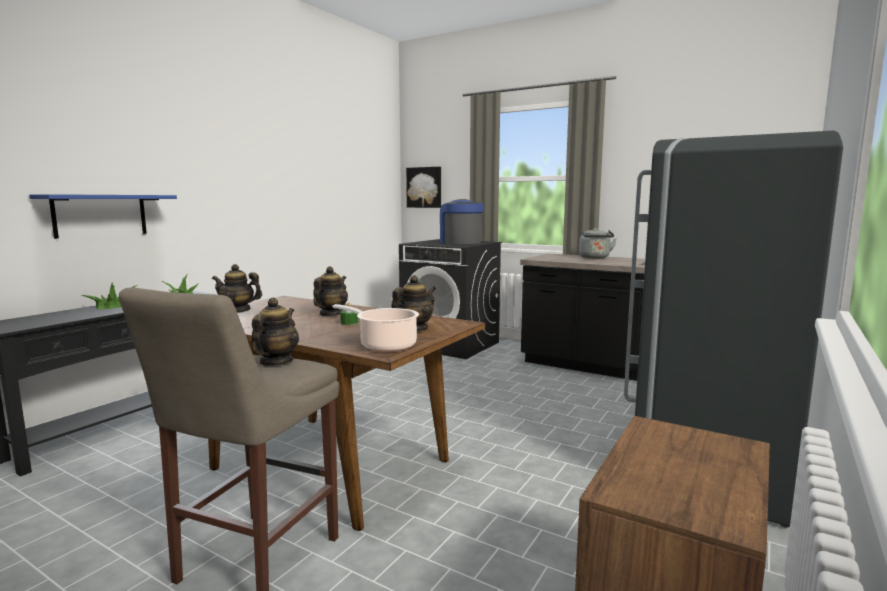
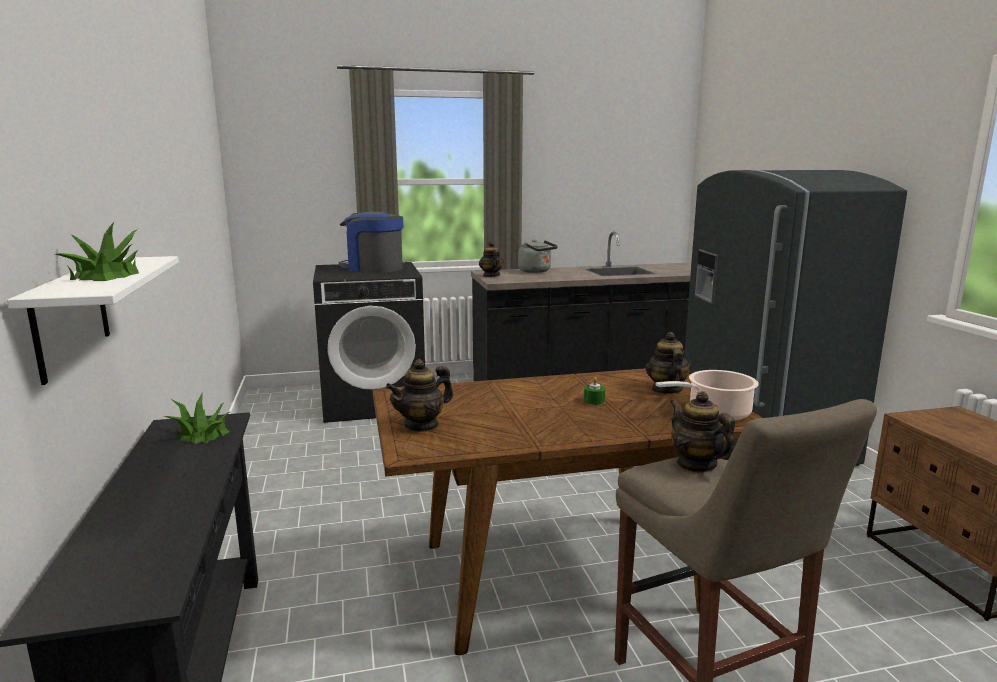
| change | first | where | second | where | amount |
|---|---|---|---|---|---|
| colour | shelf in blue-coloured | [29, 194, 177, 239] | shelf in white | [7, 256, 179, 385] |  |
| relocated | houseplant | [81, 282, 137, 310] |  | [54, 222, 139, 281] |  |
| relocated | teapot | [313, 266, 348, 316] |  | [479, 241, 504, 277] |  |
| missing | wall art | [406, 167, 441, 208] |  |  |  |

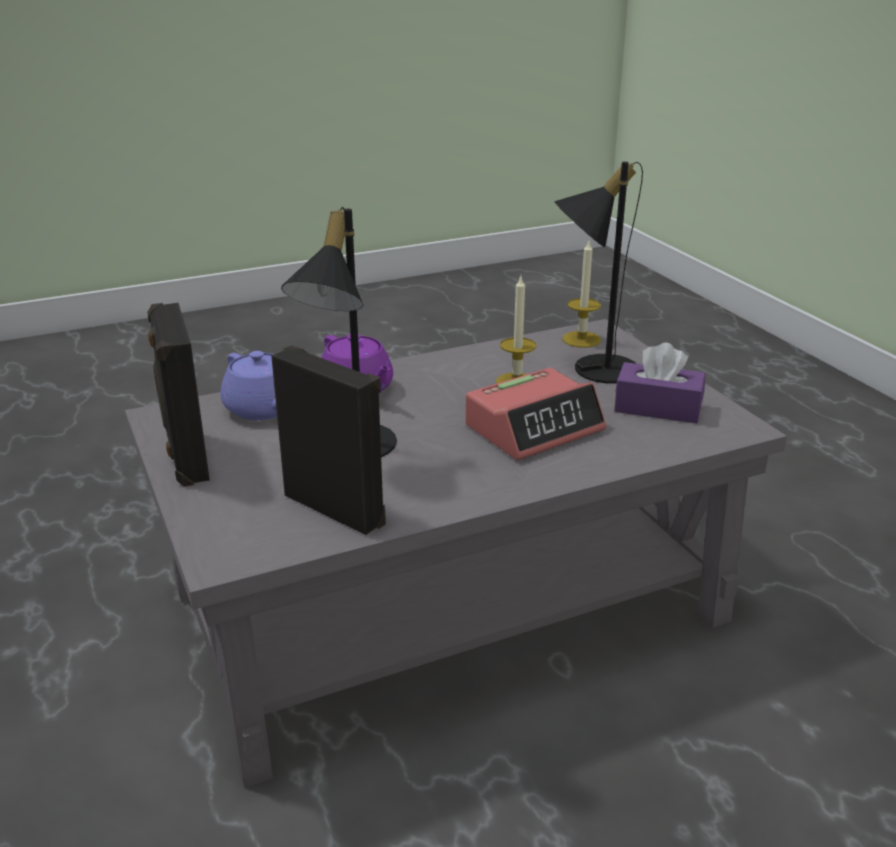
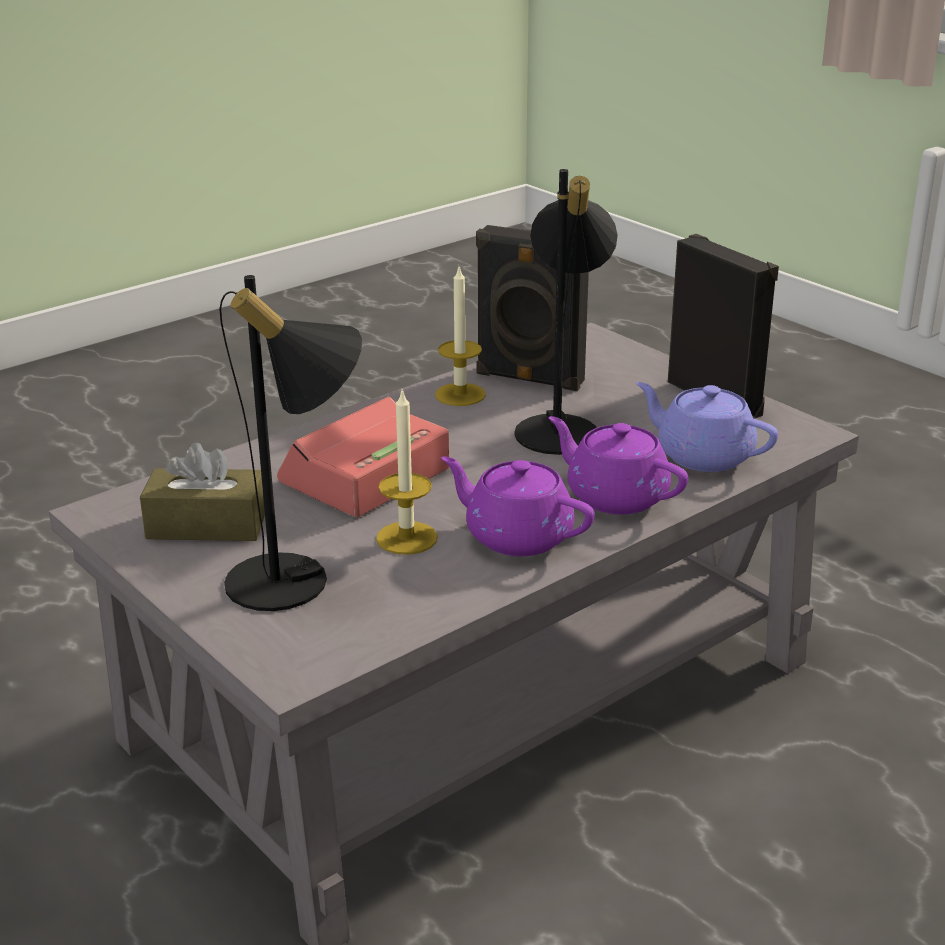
| change | first | where | second | where | amount |
|---|---|---|---|---|---|
| colour | tissue box in purplish | [614, 343, 706, 423] | tissue box in brown | [140, 443, 265, 541] |  |
| relocated | wax candle | [563, 241, 601, 348] |  | [435, 267, 486, 406] |  |
| appeared |  |  | teapot in purplish | [441, 456, 595, 556] |  |

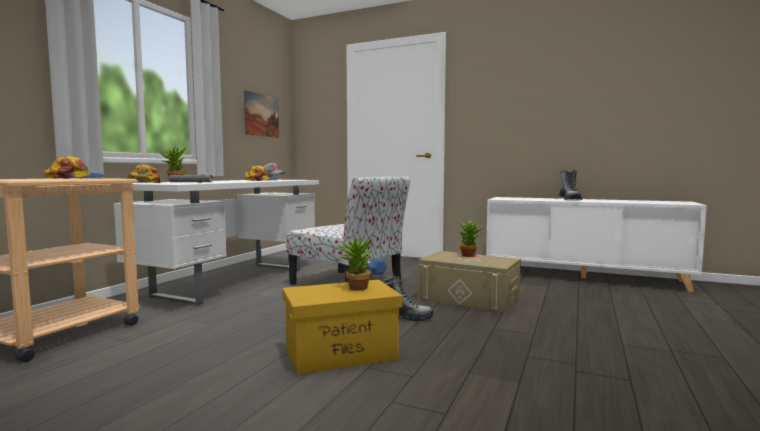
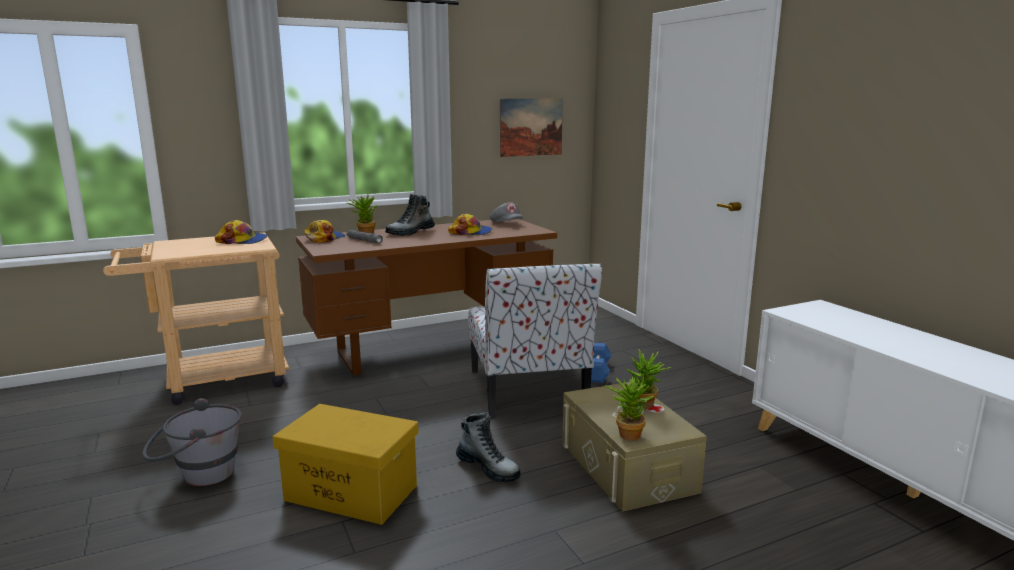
| change | first | where | second | where | amount |
|---|---|---|---|---|---|
| appeared |  |  | bucket in greyish | [142, 398, 242, 486] |  |
| colour | desk in white | [114, 180, 319, 306] | desk in brown | [296, 219, 557, 376] |  |
| relocated | tall boot | [559, 170, 582, 200] |  | [385, 194, 435, 236] |  |
| relocated | houseplant | [335, 234, 373, 291] |  | [605, 374, 654, 440] |  |

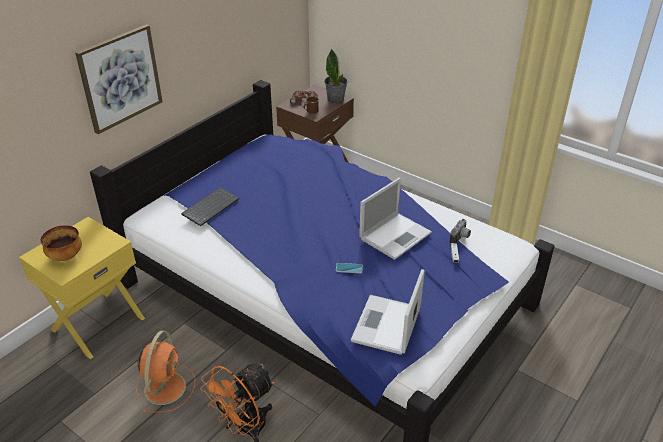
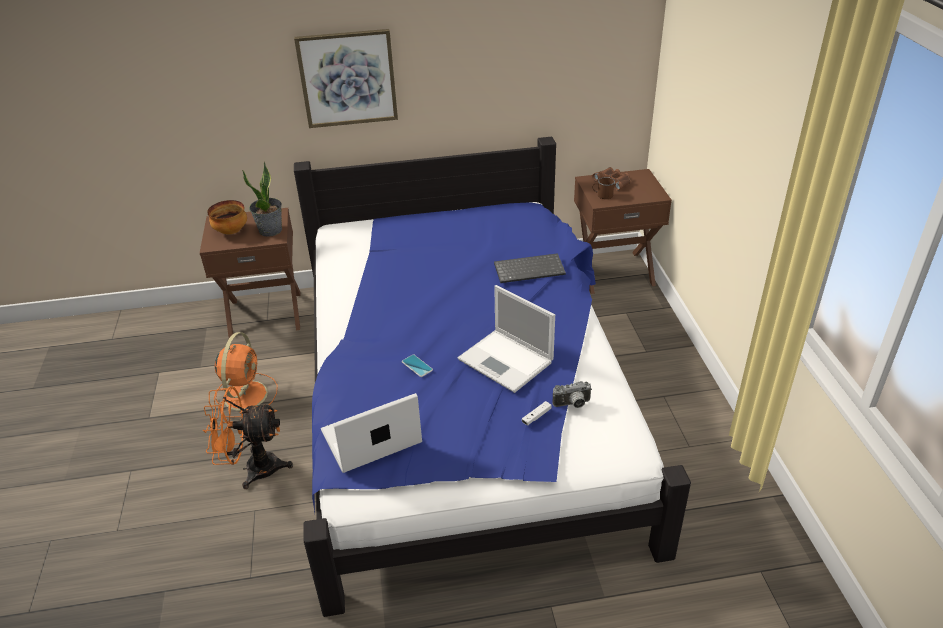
| change | first | where | second | where | amount |
|---|---|---|---|---|---|
| colour | night table in yellowish | [19, 217, 145, 359] | night table in brown | [200, 208, 301, 338] |  |
| spun | electric fan in orange | [136, 331, 195, 413] |  | [215, 332, 278, 417] | 45 degrees counterclockwise |
| relocated | houseplant | [324, 49, 348, 104] |  | [242, 162, 282, 237] |  |
| spun | portable computer | [359, 178, 432, 260] |  | [458, 285, 555, 393] | 45 degrees clockwise |
| relocated | keyboard | [181, 187, 239, 226] |  | [494, 253, 566, 283] |  |

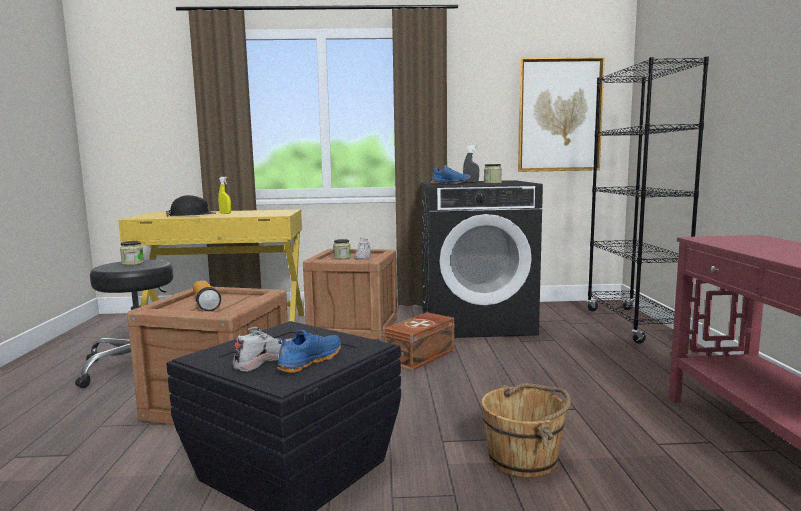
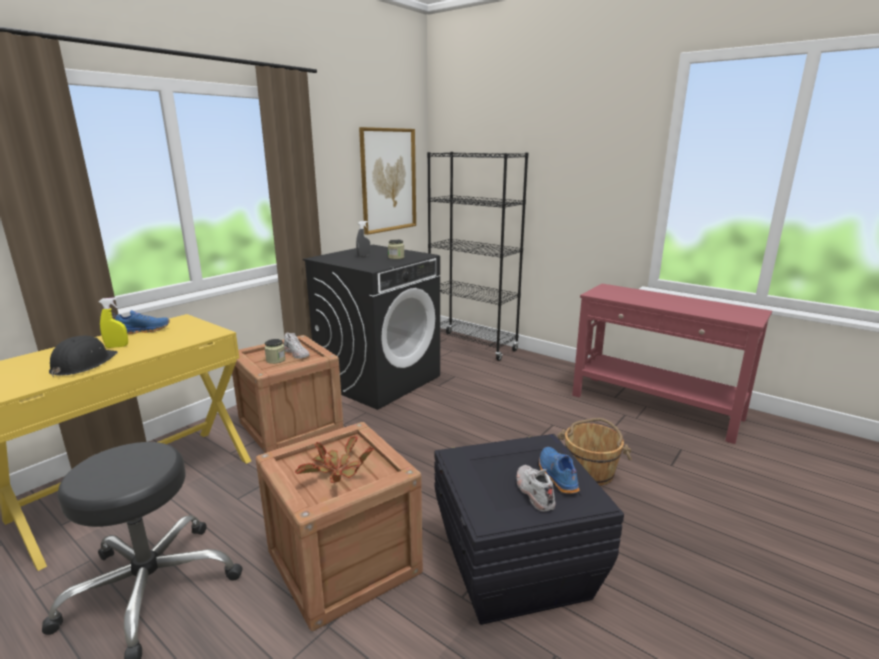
| change | first | where | second | where | amount |
|---|---|---|---|---|---|
| relocated | shoe in blue-coloured | [431, 165, 470, 184] |  | [112, 310, 170, 334] |  |
| exchanged | flashlight | [193, 281, 221, 311] | houseplant | [295, 435, 374, 483] |  |
| missing | preserve jar | [120, 241, 144, 265] |  |  |  |
| missing | storage bin in brown | [383, 312, 454, 371] |  |  |  |

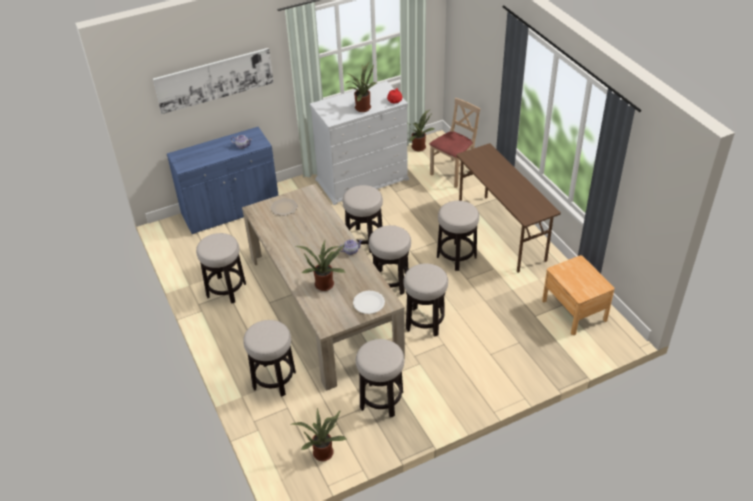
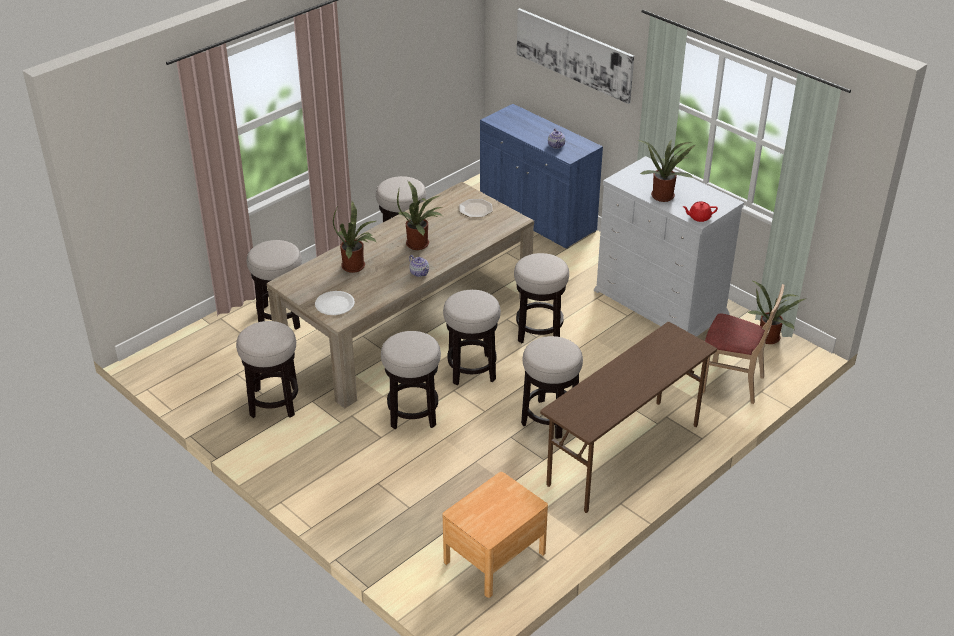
| change | first | where | second | where | amount |
|---|---|---|---|---|---|
| relocated | houseplant | [291, 407, 348, 461] |  | [397, 181, 442, 250] |  |

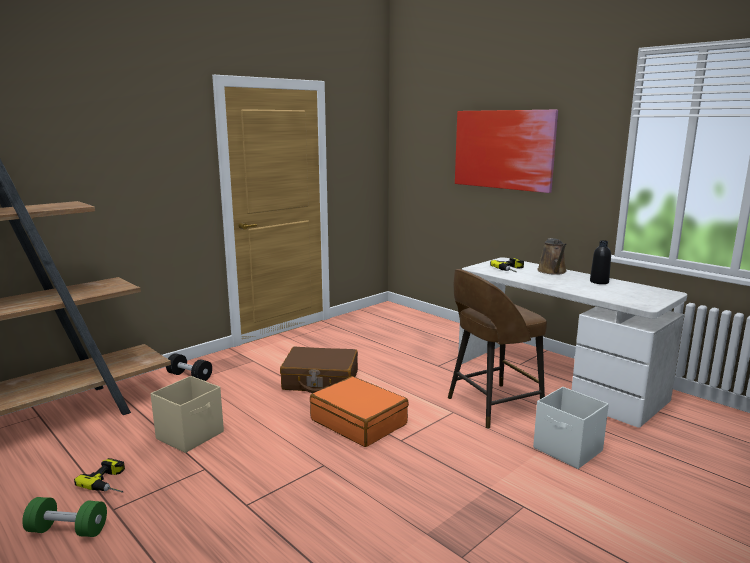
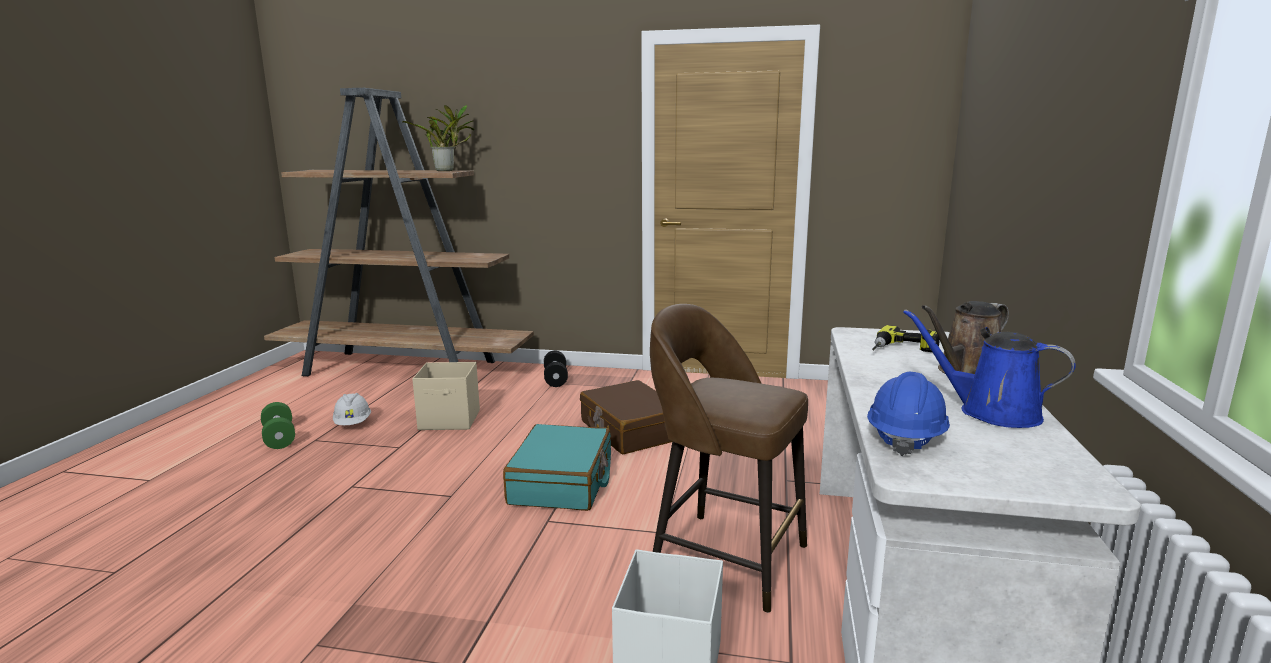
| change | first | where | second | where | amount |
|---|---|---|---|---|---|
| exchanged | drill | [74, 458, 125, 493] | work helmet in white | [333, 393, 371, 425] |  |
| appeared |  |  | houseplant | [402, 105, 474, 171] |  |
| colour | piece of luggage in orange | [310, 376, 409, 447] | piece of luggage in turquoise-coloured | [503, 424, 611, 511] |  |
| appeared |  |  | work helmet in blue-coloured | [867, 372, 950, 456] |  |
| exchanged | beverage bottle in blackish | [590, 240, 611, 284] | watering can in blue-coloured | [903, 309, 1076, 428] |  |
| missing | wall art | [455, 110, 558, 193] |  |  |  |

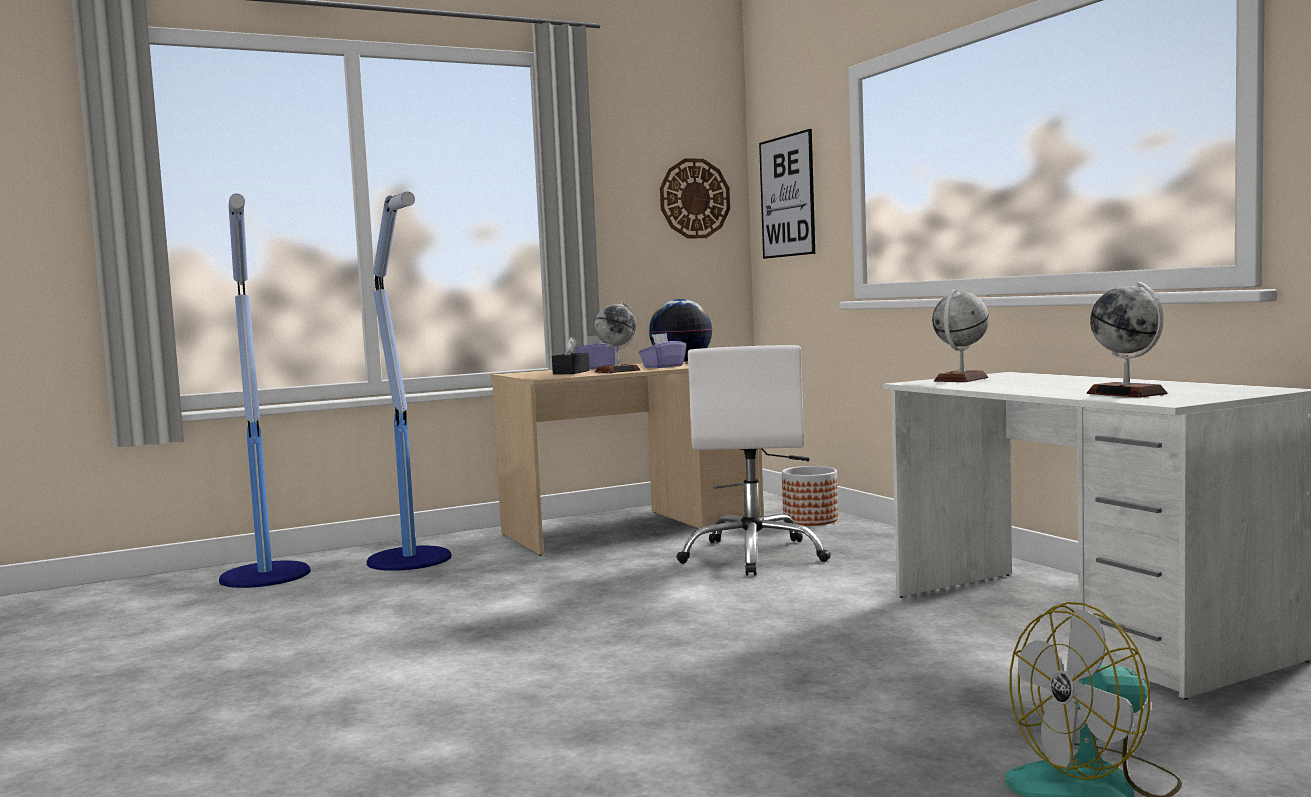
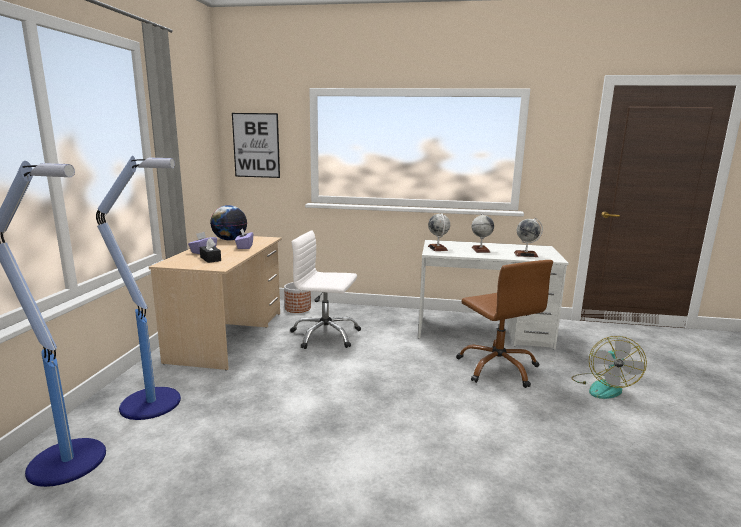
| change | first | where | second | where | amount |
|---|---|---|---|---|---|
| spun | desk chair in white | [676, 345, 831, 576] |  | [290, 231, 361, 349] | 150 degrees clockwise |
| appeared |  |  | desk chair in brown | [456, 260, 553, 388] |  |
| relocated | world globe | [595, 302, 641, 373] |  | [471, 213, 494, 253] |  |
| missing | hanging clock | [660, 158, 730, 239] |  |  |  |

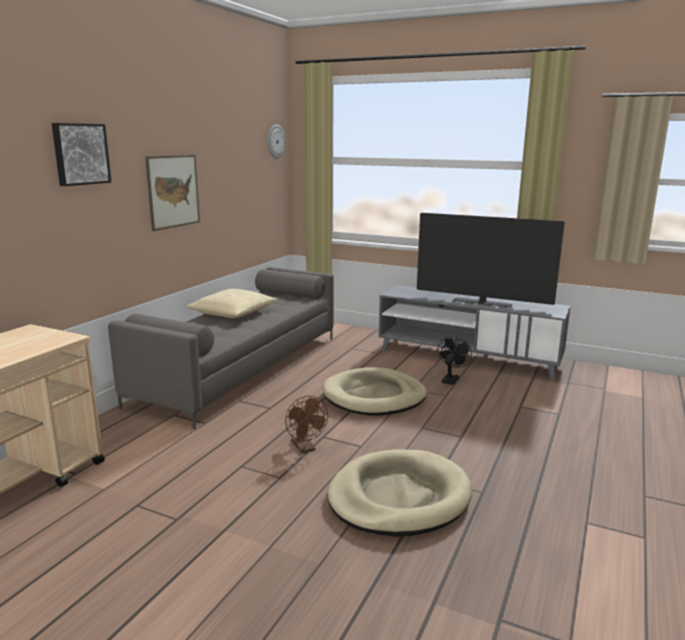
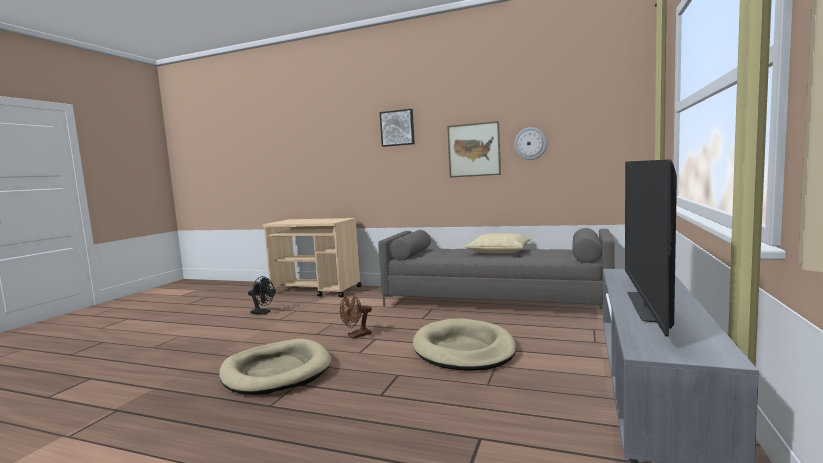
| change | first | where | second | where | amount |
|---|---|---|---|---|---|
| relocated | electric fan in blackish | [438, 336, 472, 385] |  | [248, 276, 275, 315] |  |
| relocated | hanging clock | [267, 125, 285, 159] |  | [514, 127, 547, 160] |  |

